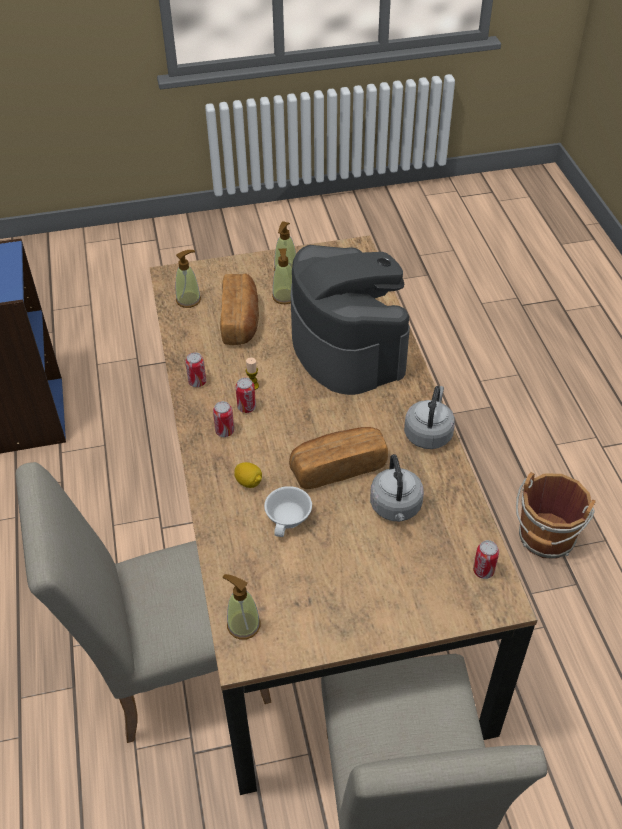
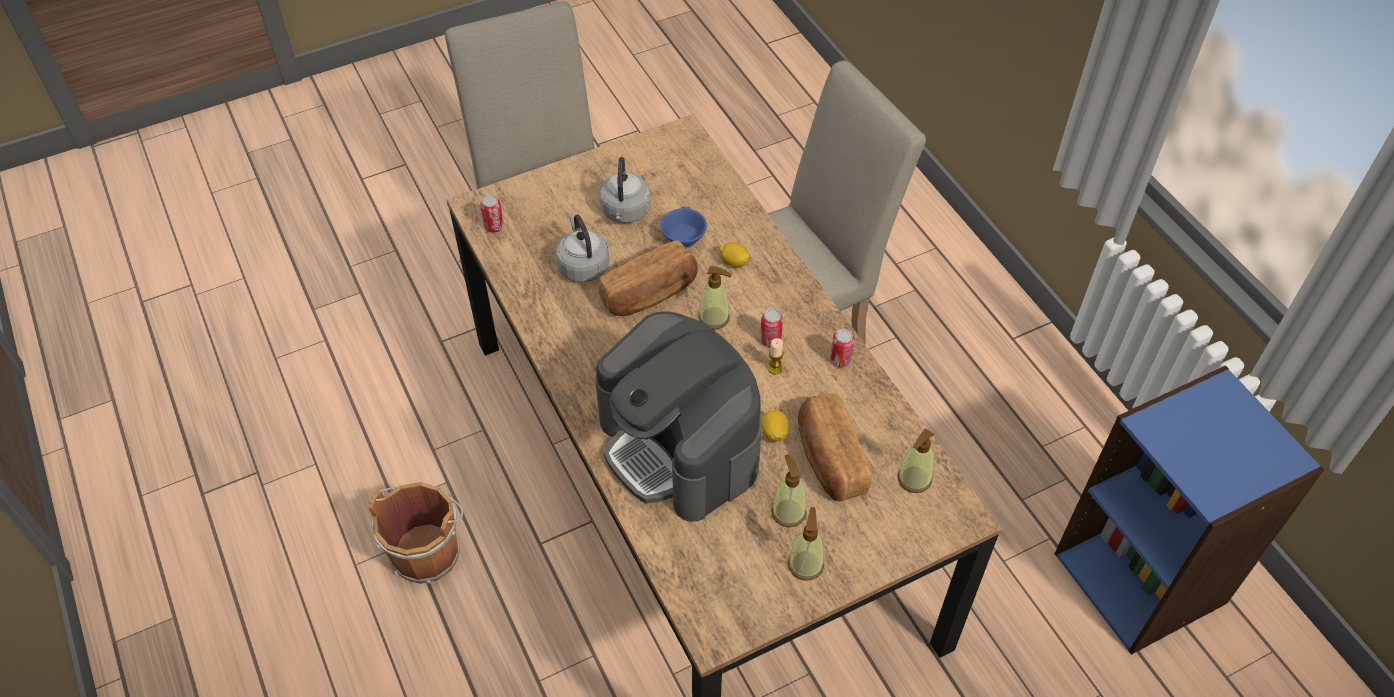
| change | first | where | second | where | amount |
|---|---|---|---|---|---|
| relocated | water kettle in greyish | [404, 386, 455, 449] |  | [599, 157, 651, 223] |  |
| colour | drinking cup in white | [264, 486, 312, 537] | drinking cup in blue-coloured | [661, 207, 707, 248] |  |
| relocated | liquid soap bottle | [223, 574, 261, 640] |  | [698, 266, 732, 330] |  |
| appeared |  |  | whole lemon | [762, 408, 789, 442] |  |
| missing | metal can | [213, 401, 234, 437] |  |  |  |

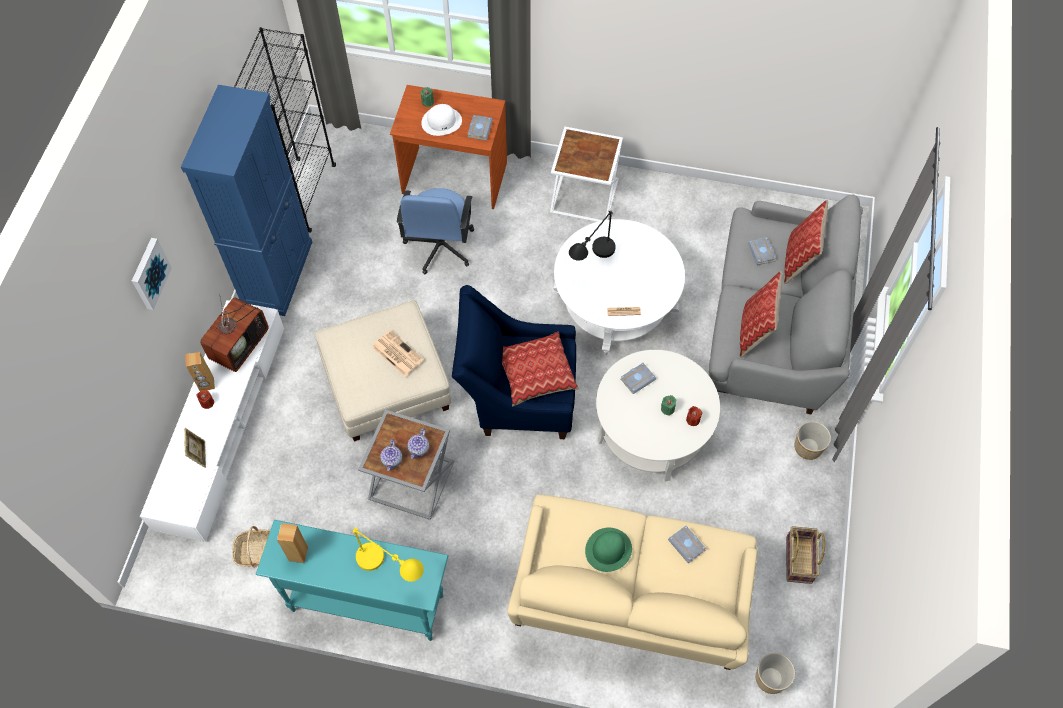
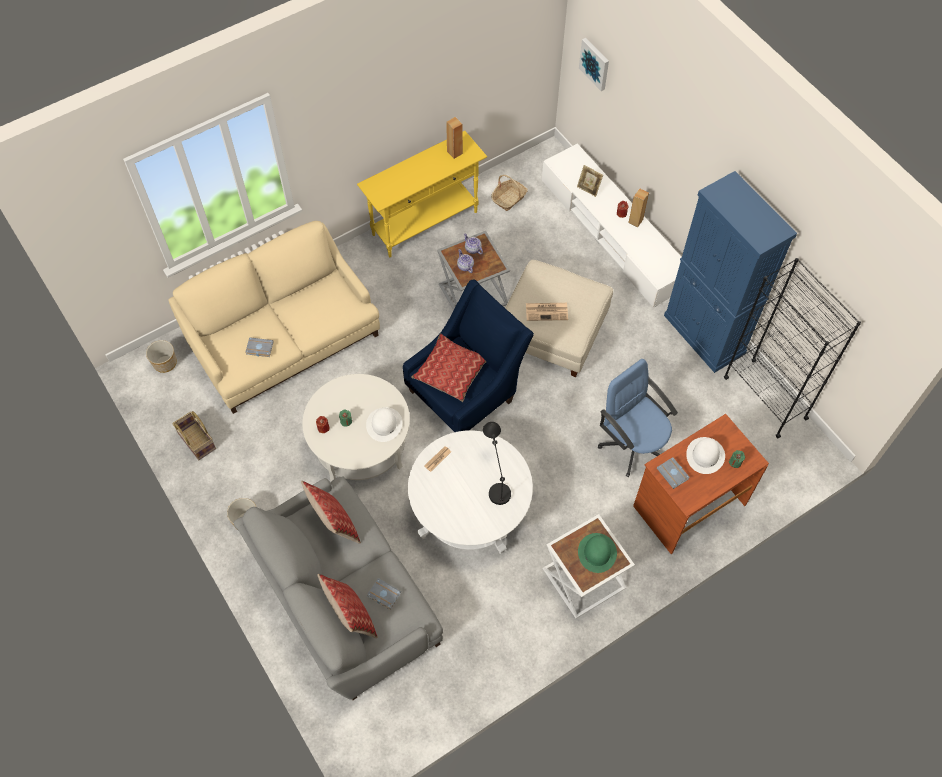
| change | first | where | second | where | amount |
|---|---|---|---|---|---|
| colour | narrow table in turquoise-coloured | [256, 520, 448, 641] | narrow table in yellowish | [357, 131, 487, 257] |  |
| exchanged | book in greyish | [621, 363, 656, 394] | hat in white | [366, 407, 402, 442] |  |
| relocated | hat in greenish | [585, 528, 632, 572] |  | [578, 533, 617, 573] |  |
| relocated | wall art | [132, 238, 172, 310] |  | [579, 38, 609, 91] |  |
| missing | television | [200, 293, 269, 372] |  |  |  |
| missing | tabletop lamp in yellowish | [352, 527, 424, 582] |  |  |  |

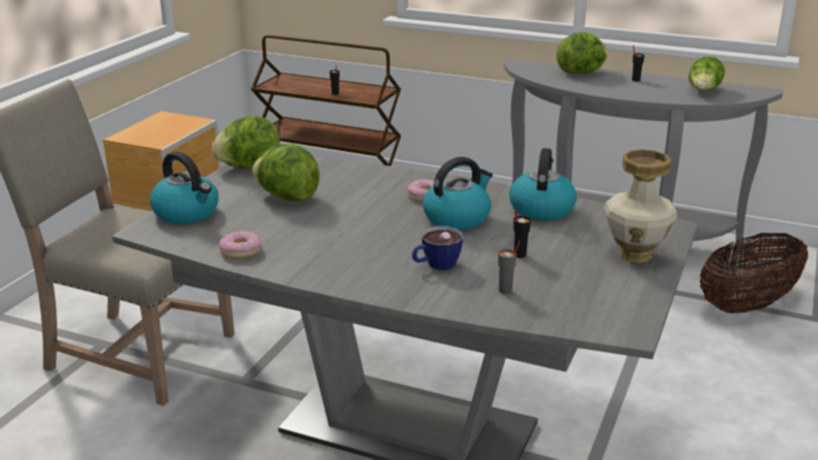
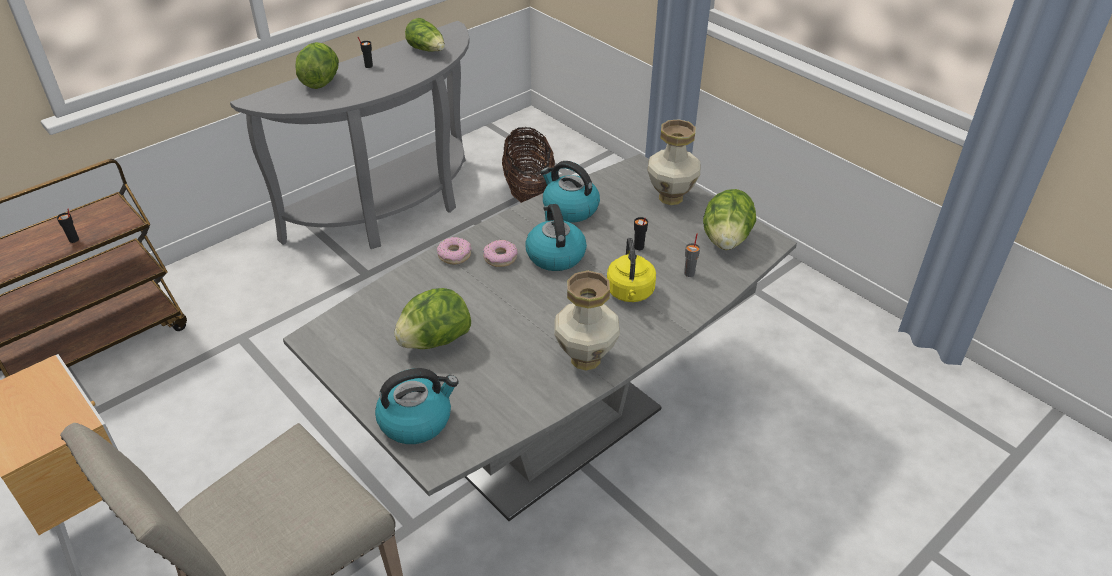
| change | first | where | second | where | amount |
|---|---|---|---|---|---|
| relocated | donut | [219, 231, 261, 259] |  | [437, 237, 471, 264] |  |
| appeared |  |  | decorative vase | [555, 271, 620, 371] |  |
| exchanged | drinking cup | [412, 226, 463, 270] | water kettle in yellowish | [607, 238, 656, 302] |  |
| relocated | head of lettuce | [212, 116, 280, 168] |  | [703, 189, 756, 250] |  |

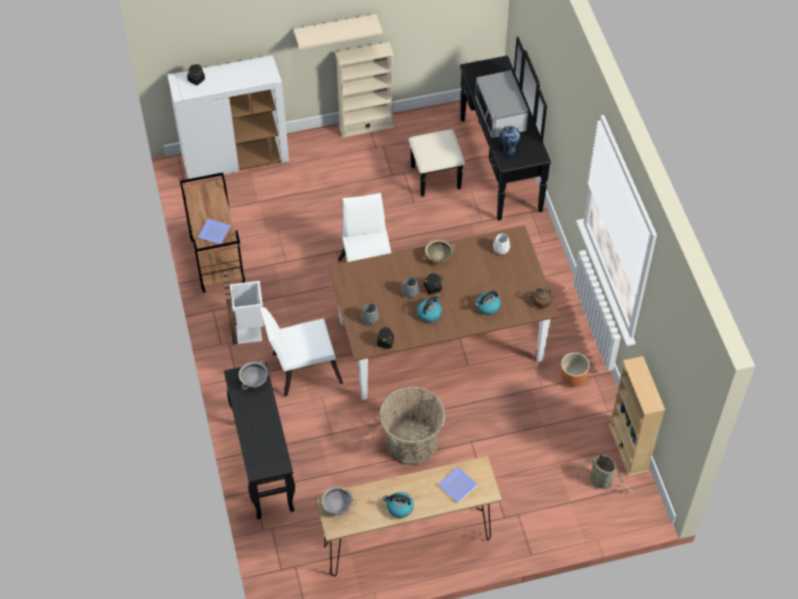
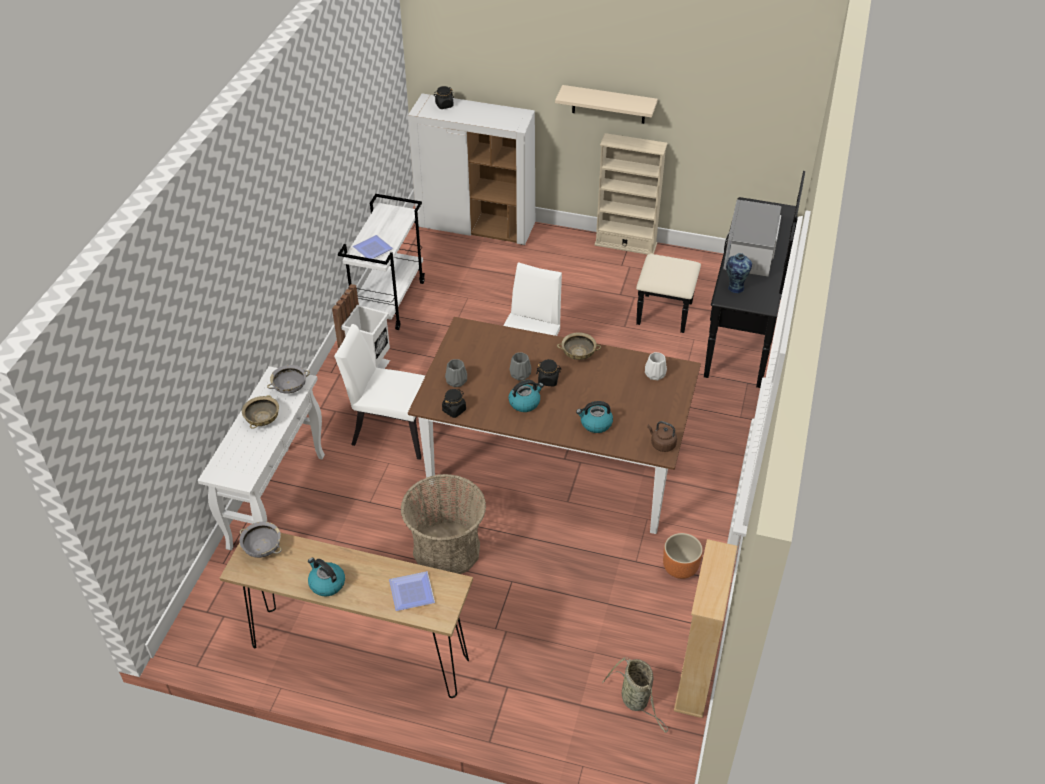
| change | first | where | second | where | amount |
|---|---|---|---|---|---|
| colour | narrow table in blackish | [224, 362, 295, 519] | narrow table in white | [198, 366, 325, 550] |  |
| appeared |  |  | bowl in beige | [242, 395, 279, 429] |  |
| colour | trolley in brown | [180, 172, 245, 293] | trolley in white | [338, 194, 425, 330] |  |

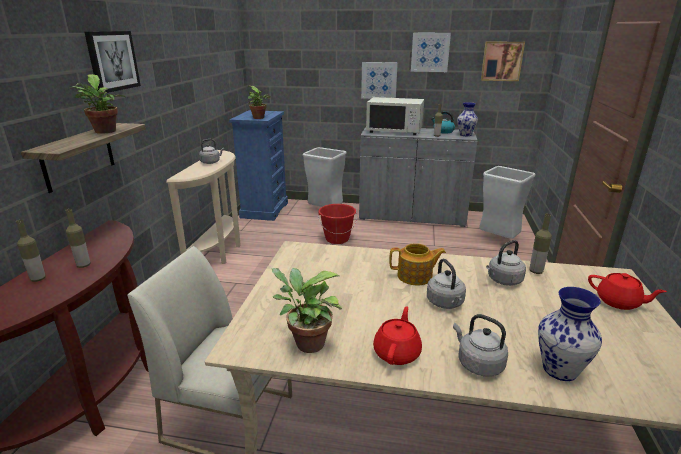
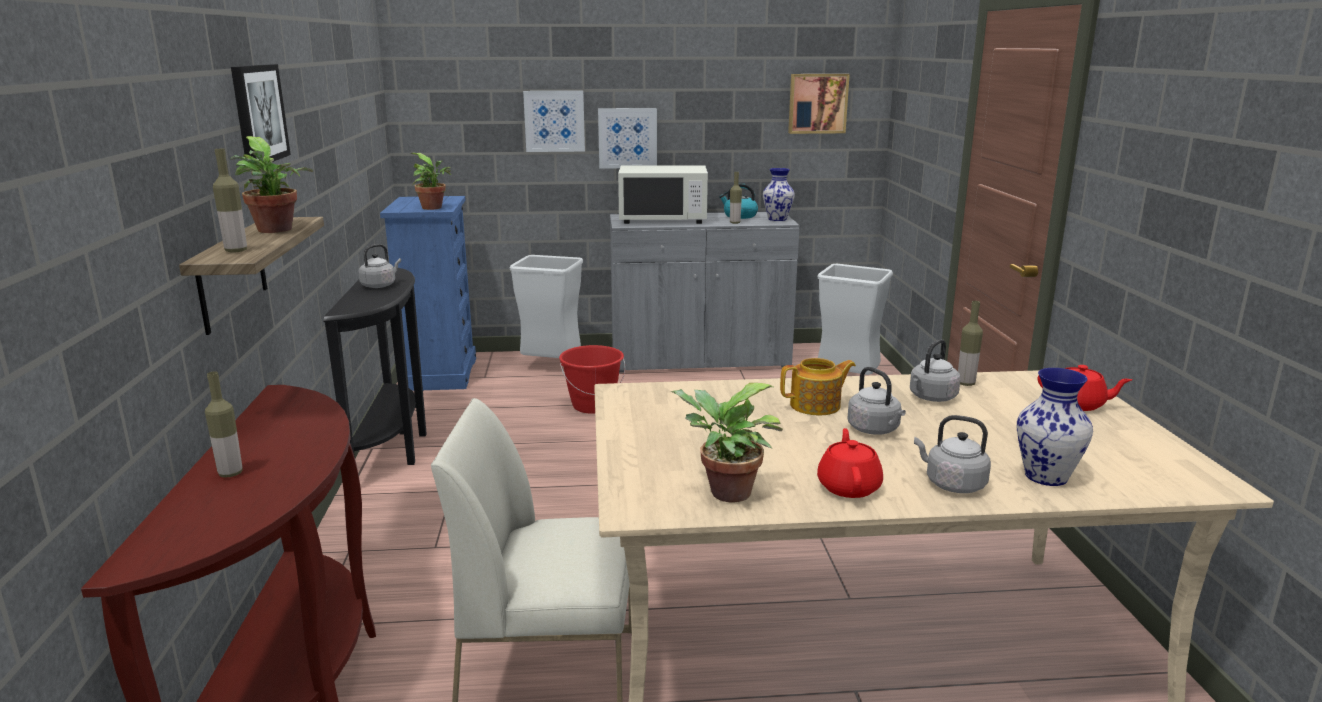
| change | first | where | second | where | amount |
|---|---|---|---|---|---|
| relocated | beverage bottle | [65, 209, 90, 268] |  | [213, 149, 247, 253] |  |
| colour | narrow table in beige | [166, 150, 241, 264] | narrow table in blackish | [323, 268, 427, 465] |  |
| relocated | wall art | [411, 33, 451, 72] |  | [523, 91, 585, 152] |  |

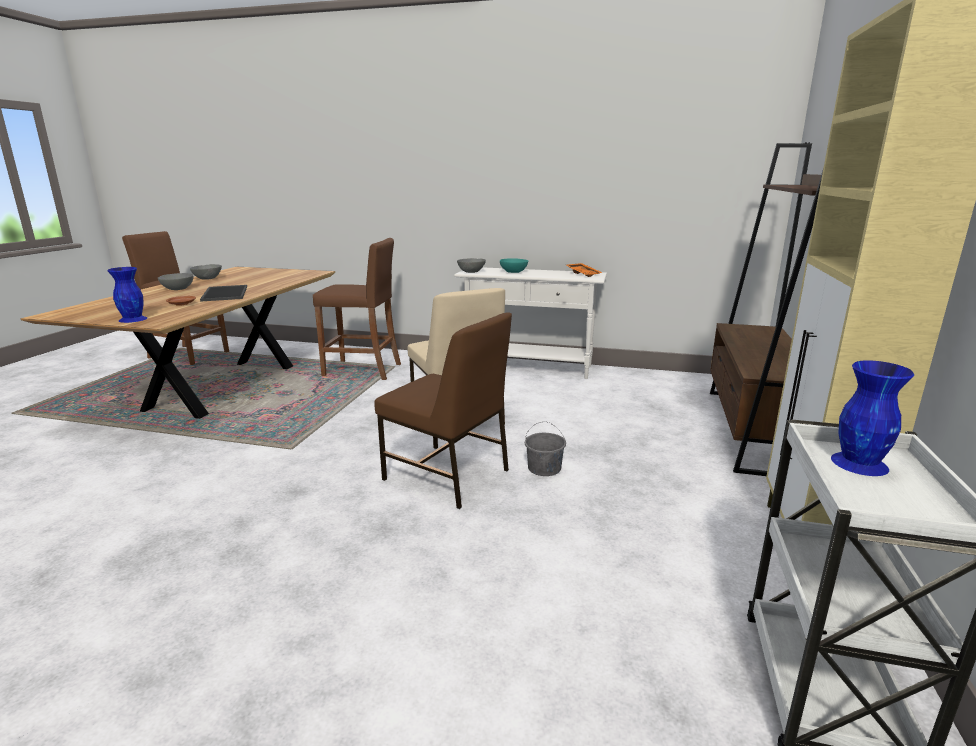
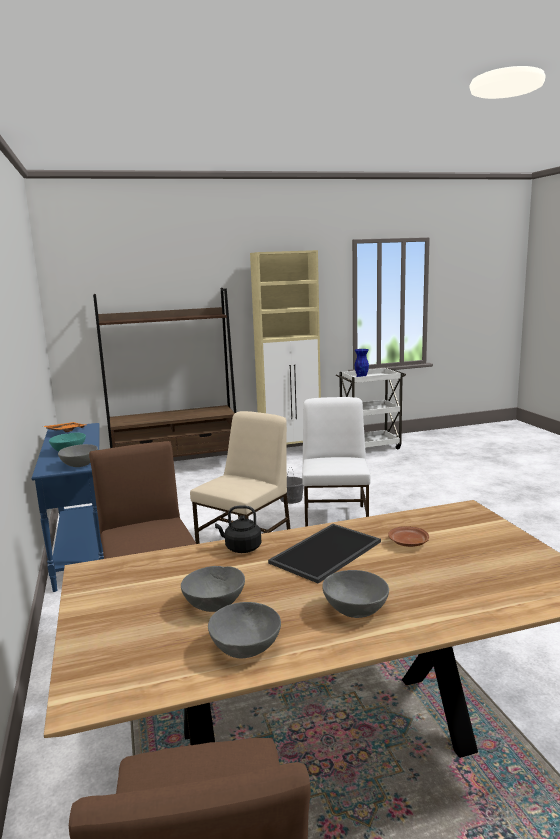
| change | first | where | second | where | amount |
|---|---|---|---|---|---|
| colour | narrow table in white | [454, 267, 607, 379] | narrow table in blue-coloured | [31, 423, 104, 592] |  |
| appeared |  |  | bowl in greyish | [181, 566, 245, 612] |  |
| appeared |  |  | water kettle in blackish | [215, 506, 261, 553] |  |
| colour | chair in brown | [374, 312, 512, 509] | chair in white | [302, 397, 370, 527] |  |
| missing | decorative vase in blue-coloured | [108, 267, 147, 323] |  |  |  |

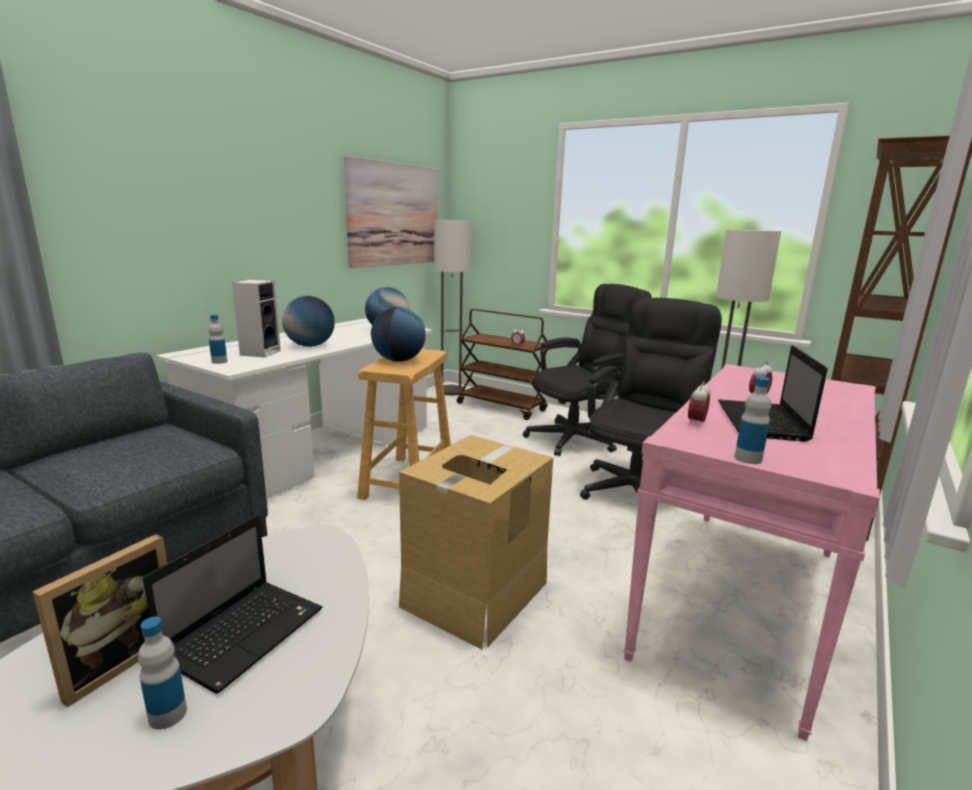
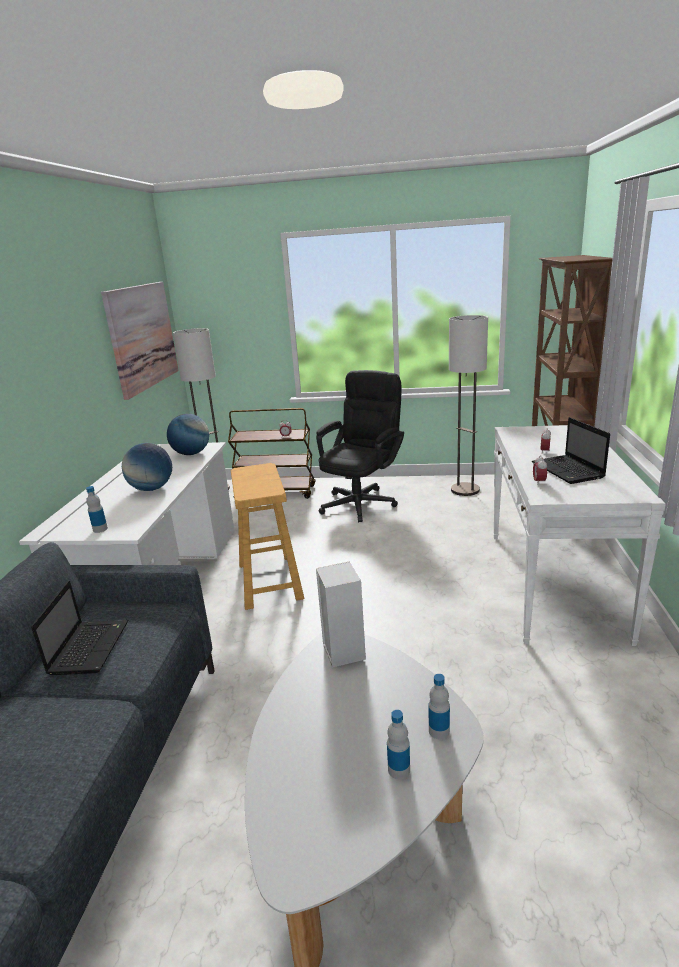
| change | first | where | second | where | amount |
|---|---|---|---|---|---|
| relocated | portable computer | [143, 515, 323, 694] |  | [31, 581, 128, 675] |  |
| relocated | audio speaker | [232, 280, 281, 358] |  | [316, 561, 366, 668] |  |
| relocated | beverage bottle | [735, 376, 771, 464] |  | [429, 674, 450, 740] |  |
| colour | narrow table in pink | [623, 364, 880, 741] | narrow table in white | [493, 424, 666, 646] |  |
| missing | picture frame | [32, 534, 167, 708] |  |  |  |
| missing | world globe | [371, 307, 426, 362] |  |  |  |
| missing | packing box | [399, 435, 553, 650] |  |  |  |
| missing | desk chair in blackish | [580, 298, 722, 500] |  |  |  |

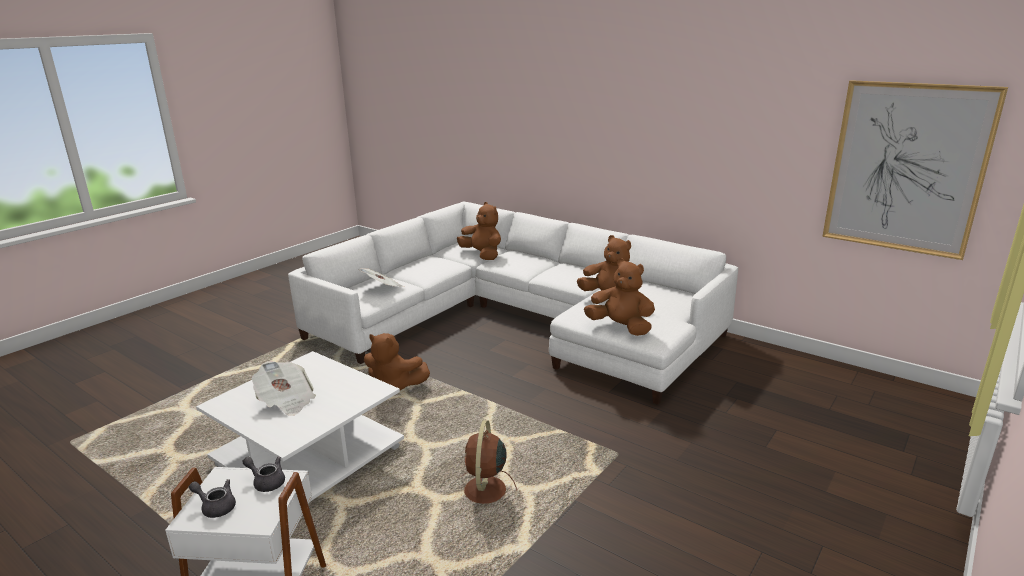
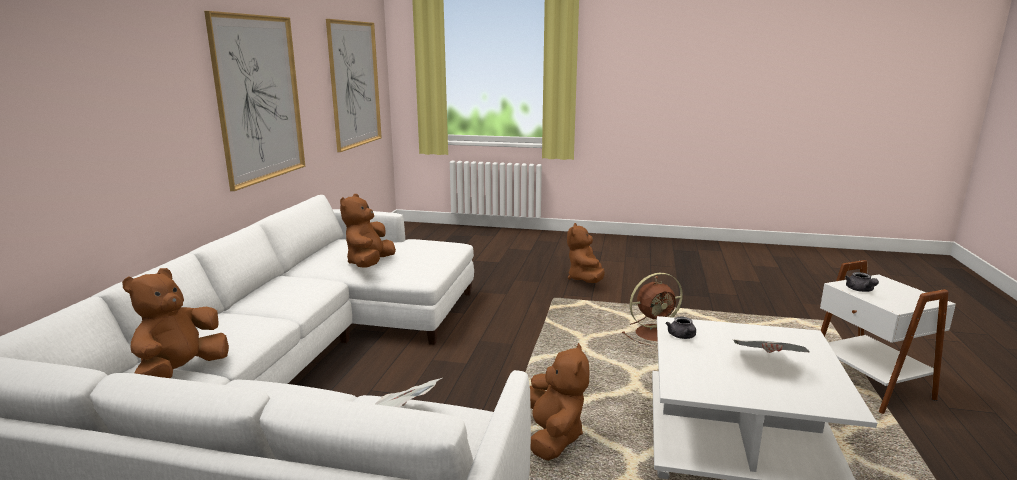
| change | first | where | second | where | amount |
|---|---|---|---|---|---|
| appeared |  |  | wall art | [204, 11, 305, 191] |  |
| relocated | plush toy in brown | [584, 258, 655, 336] |  | [567, 223, 605, 283] |  |
| relocated | teapot in greyish | [189, 479, 236, 518] |  | [665, 317, 696, 339] |  |

